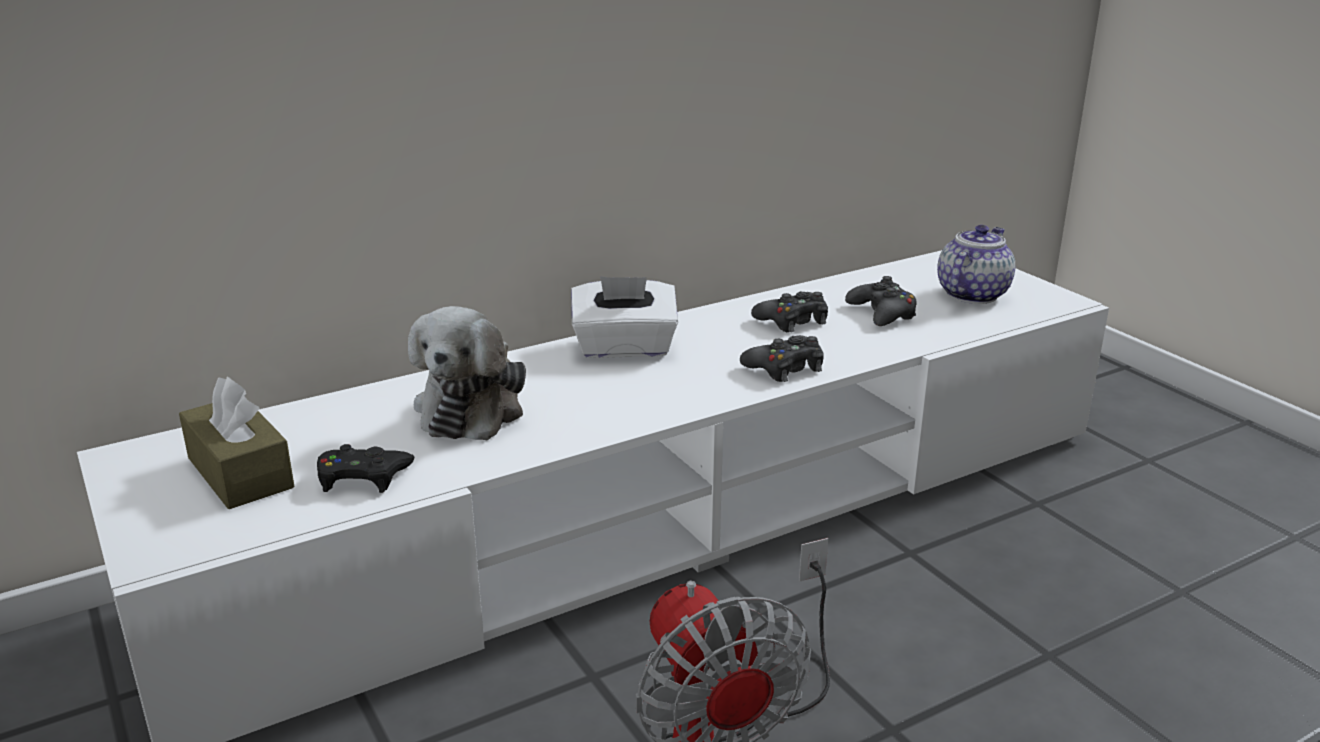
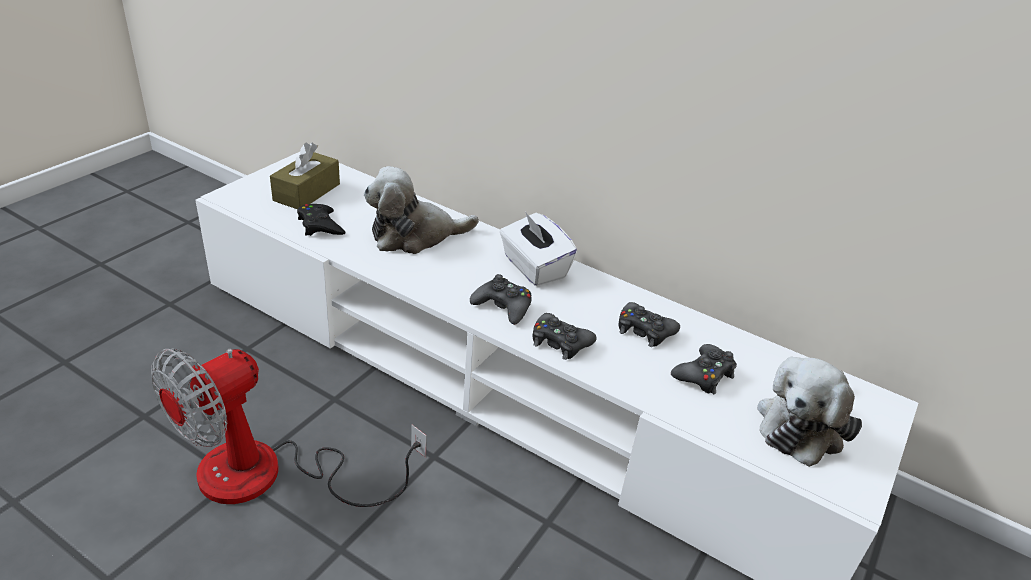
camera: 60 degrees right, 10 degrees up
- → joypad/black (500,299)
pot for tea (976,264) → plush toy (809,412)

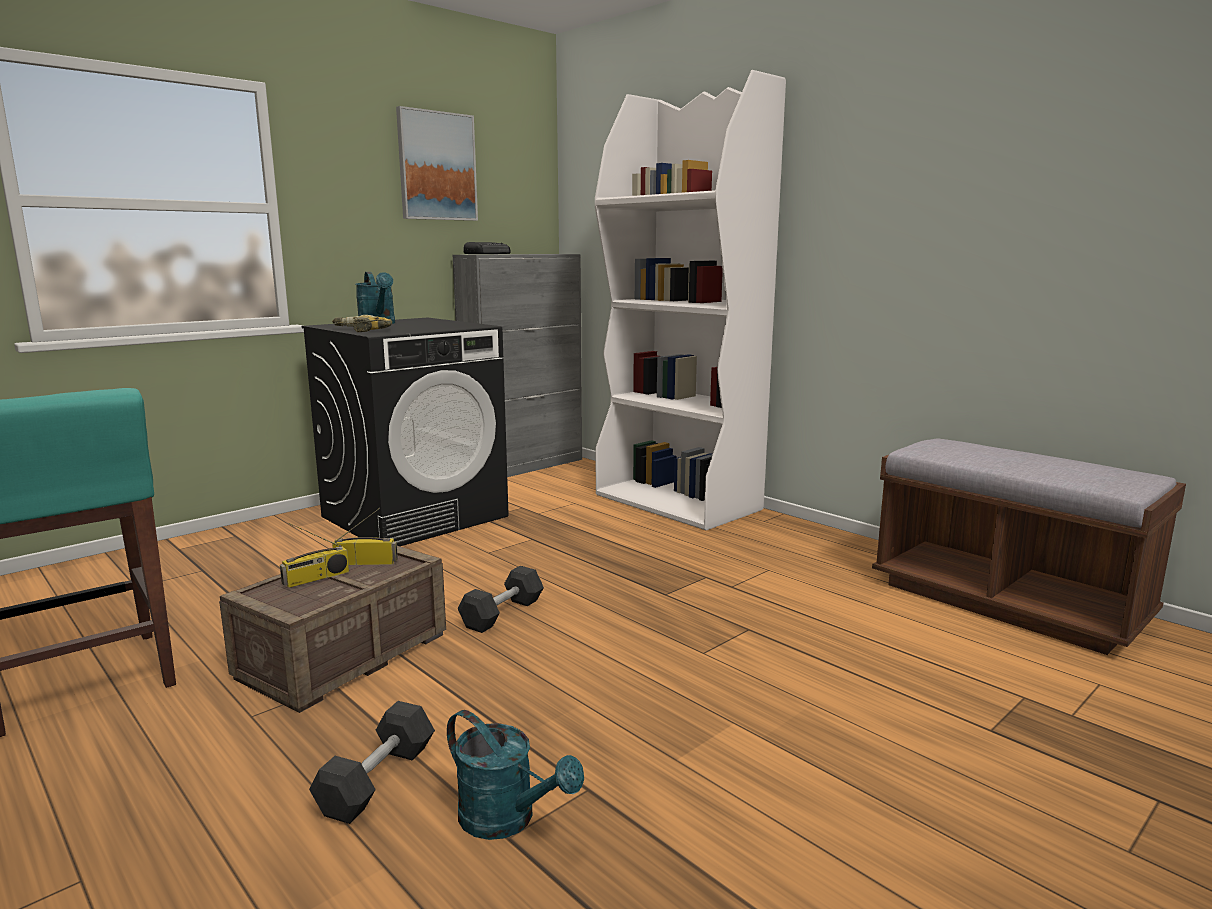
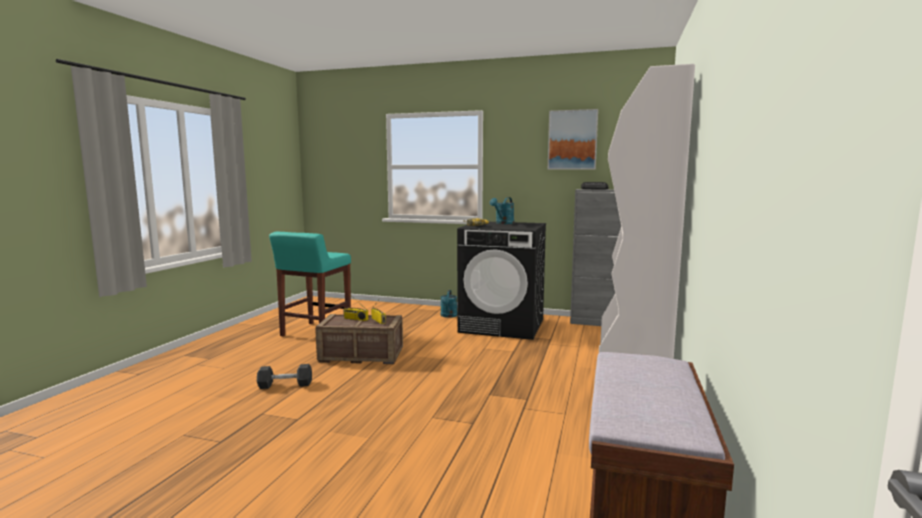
camera: 60 degrees right, 5 degrees down
sprinkling can/turquoise-coloured (515,775) → sprinkling can/turquoise-coloured (448,304), shifted
dumbbell/gray (501,599) → -

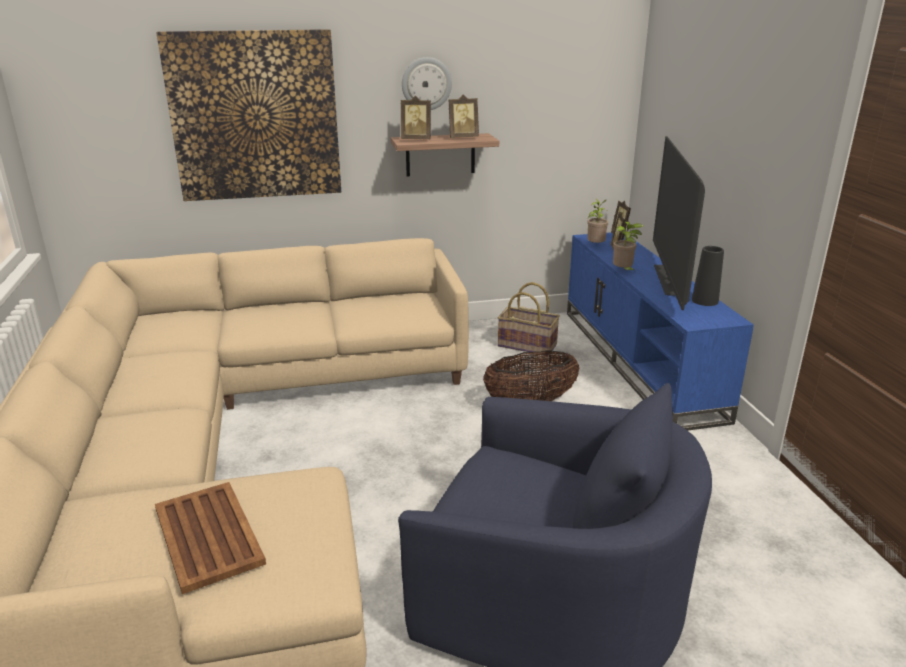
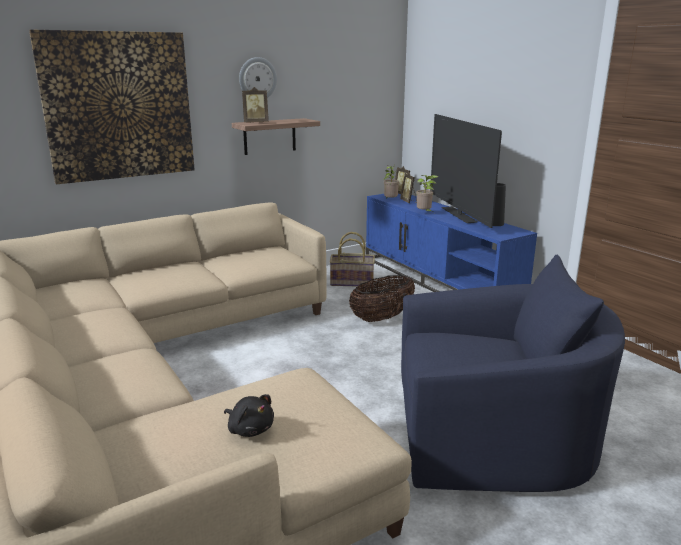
camera: 20 degrees left, 5 degrees down
tray/brown (210,538) → plush toy/black (249,415)
standing frame (464,116) → -

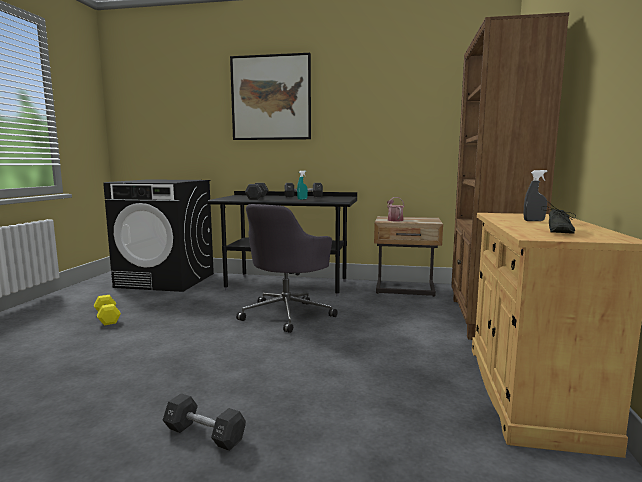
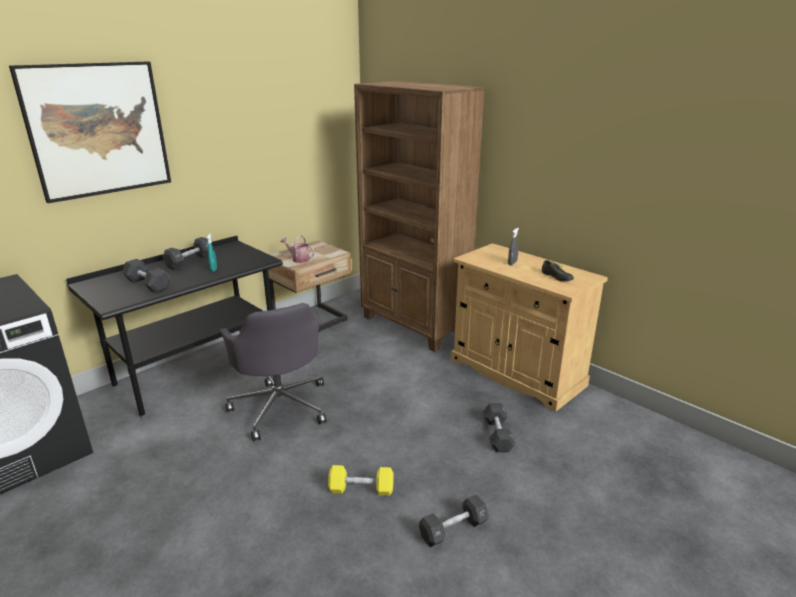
camera: 55 degrees left, 15 degrees up
dumbbell/yellow (107,310) → dumbbell/yellow (361,480), shifted
- → dumbbell/black (499,427)

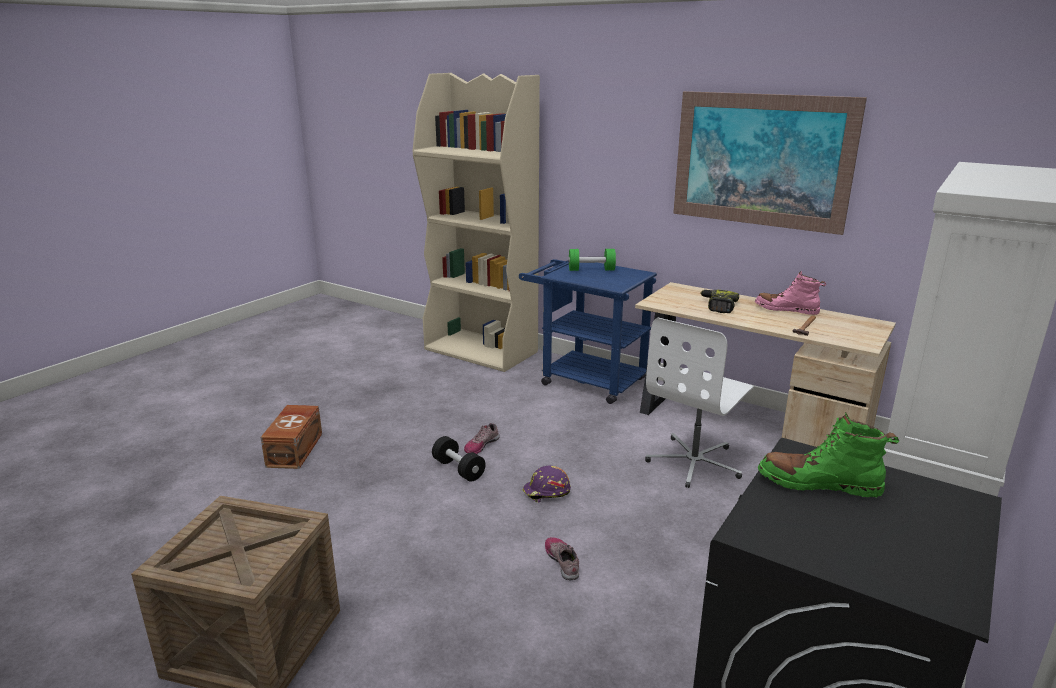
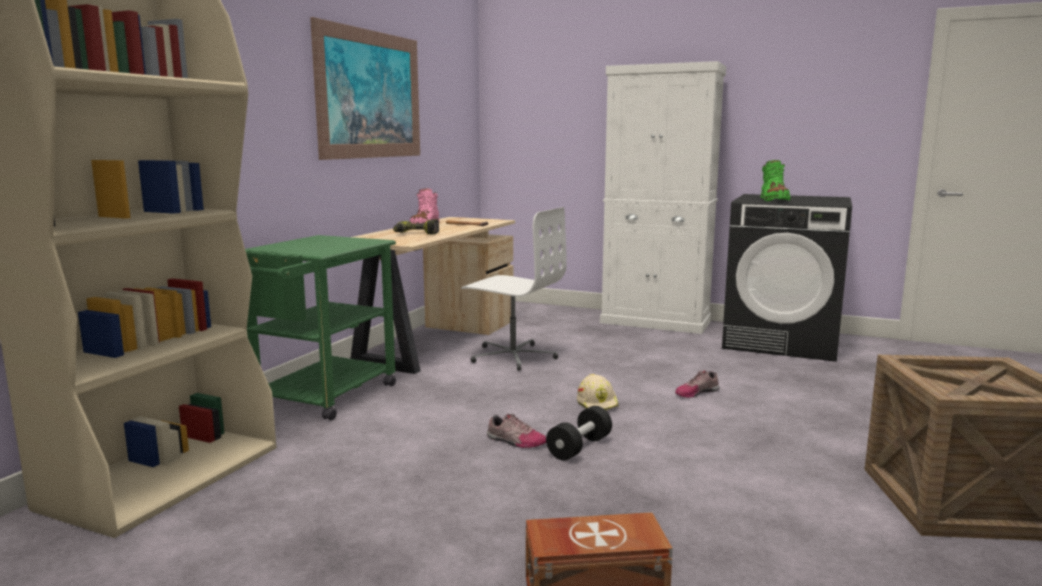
camera: 100 degrees left, 10 degrees down
cart/bluish (588,331) → cart/green-coloured (320,327)
hard hat/purple (547,484) → hard hat/sand-coloured (598,392)
dumbbell/green-coloured (592,260) → -

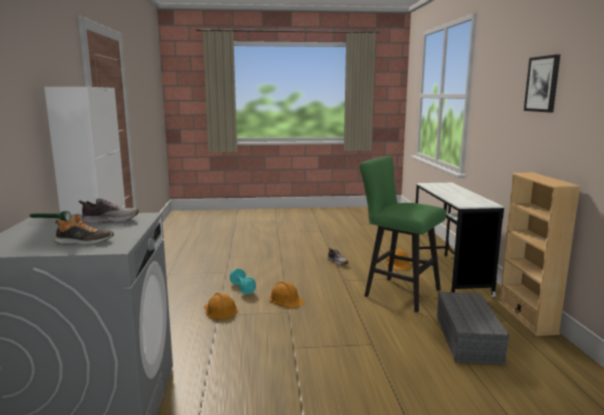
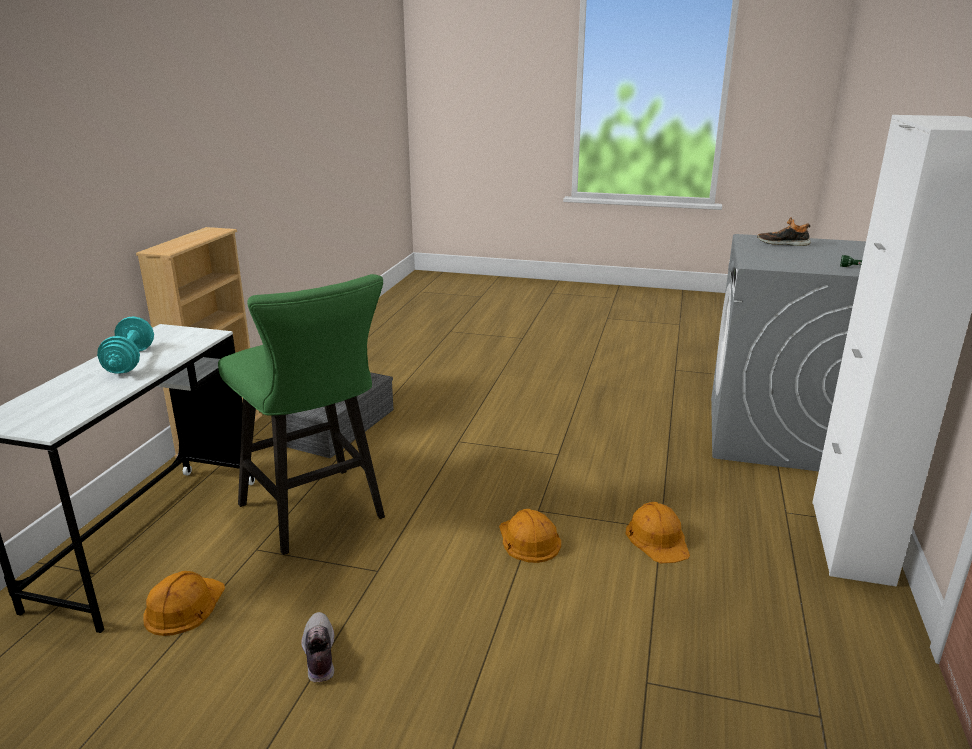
camera: 160 degrees left, 10 degrees up
dumbbell/turquoise-coloured (243,281) → dumbbell/turquoise-coloured (125,345), shifted
shoe (109,210) → -
wall picture (542,83) → -

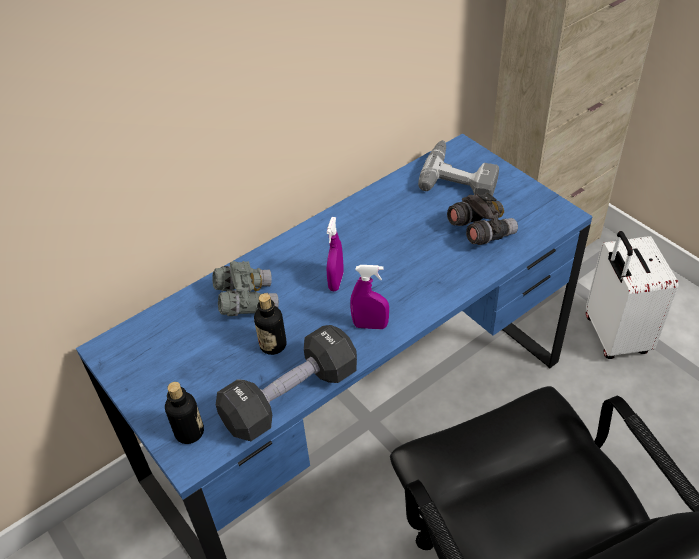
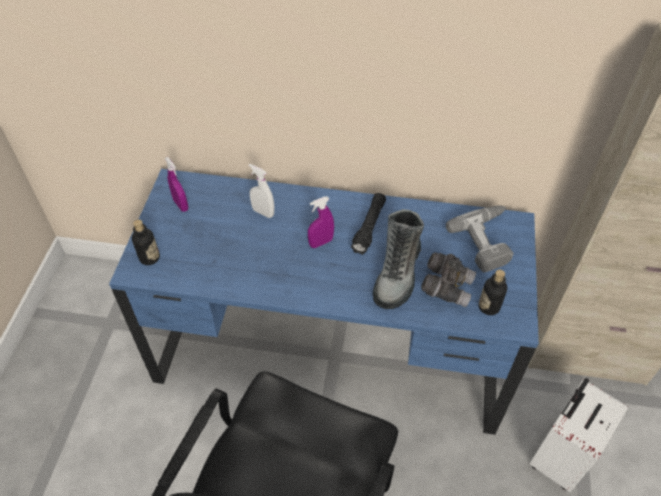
camera: 45 degrees right, 5 degrees up
hand sprayer/purple (369,297) → hand sprayer/purple (176,184), shifted
binoculars/gray (245,288) → hand sprayer/white-coloured (261,191)
- → flashlight/black (368,224)
- → high-top boot (398,259)
bottle (270,324) → bottle (493,292), shifted
dumbbell/black (286,383) → -

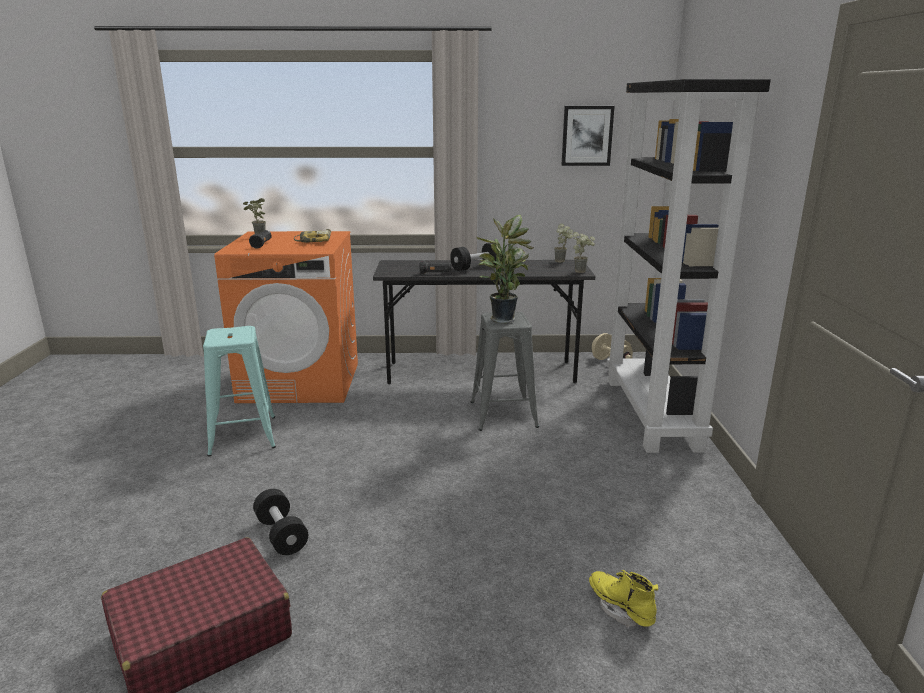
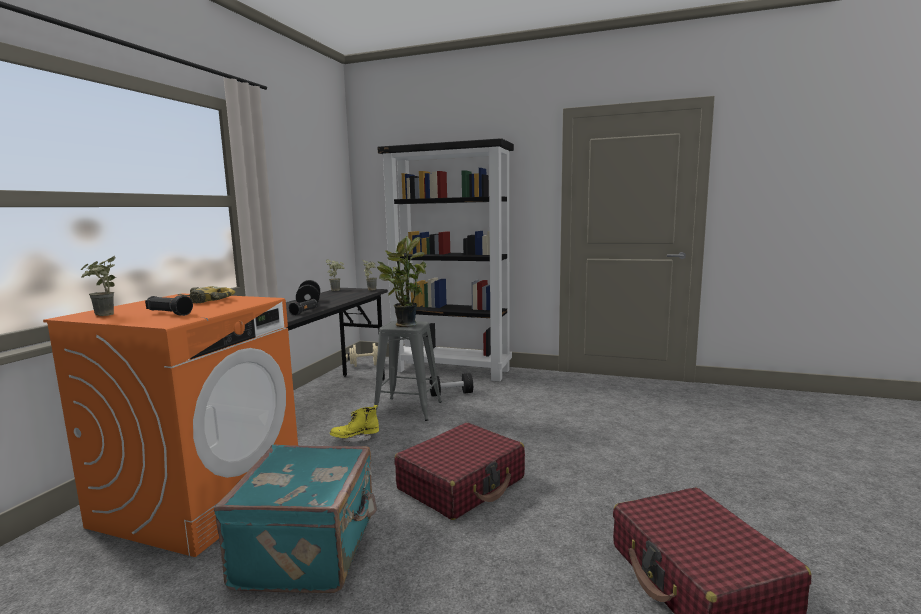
camera: 70 degrees left, 10 degrees down
sitting stool/turquoise-coloured (239,391) → travel case/turquoise-coloured (295,518)
high-top boot/yellow (623,599) → high-top boot/yellow (354,423), shifted
- → travel case/red (460,471)
dumbbell/black (280,522) → dumbbell/black (451,385), shifted
wall picture (588,136) → -

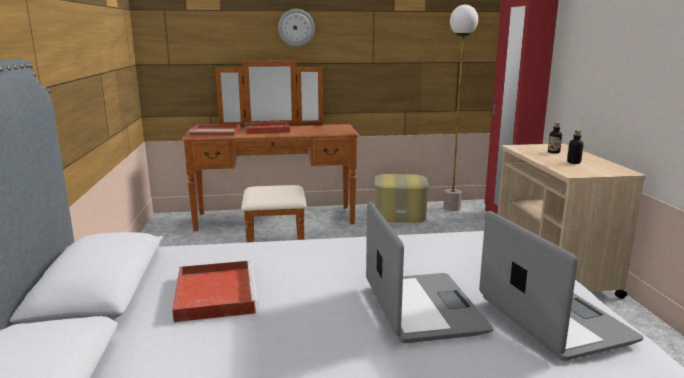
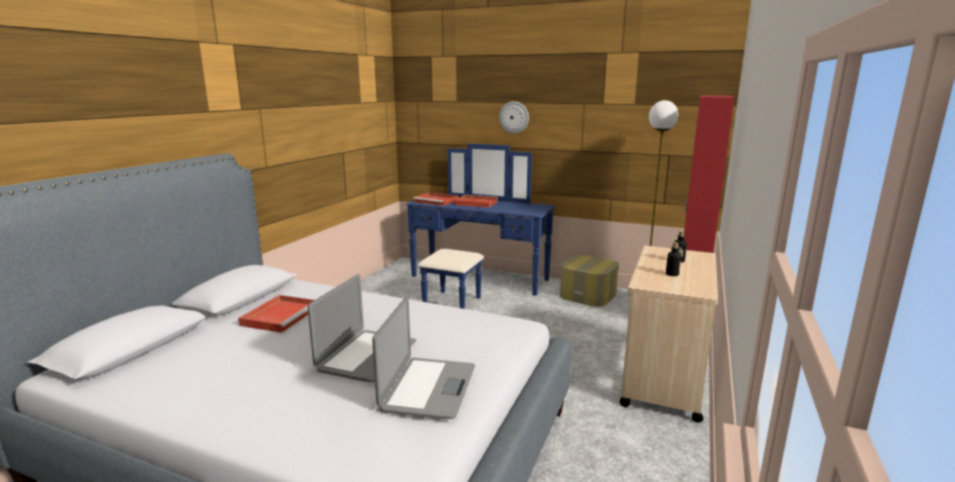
camera: 30 degrees right, 0 degrees up
dresser/brown (270,151) → dresser/bluish (480,226)

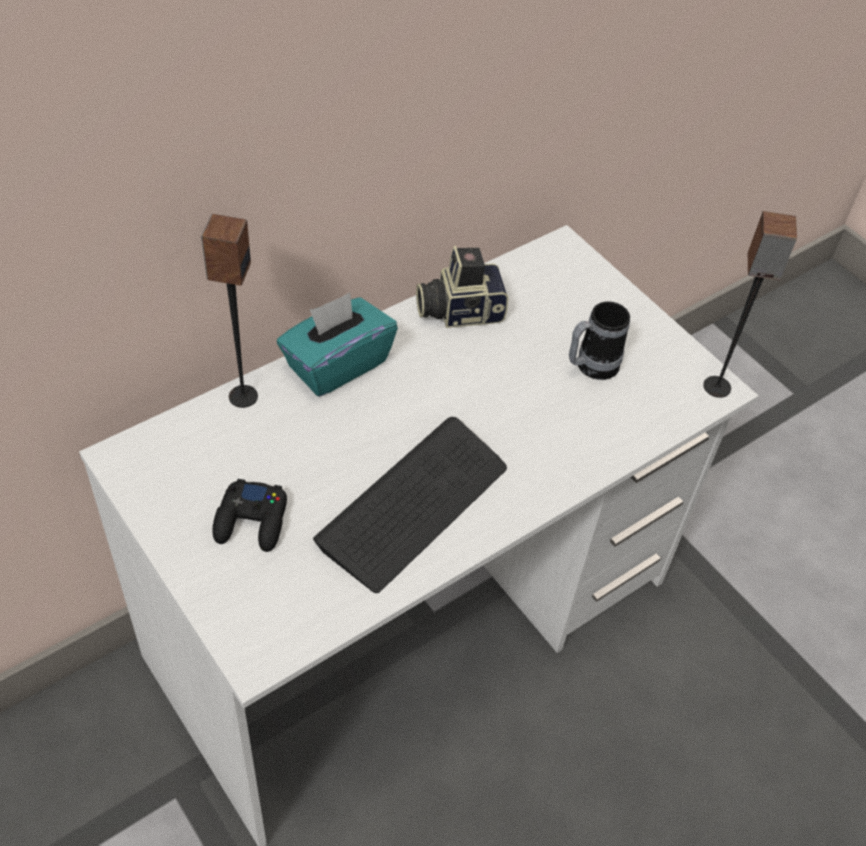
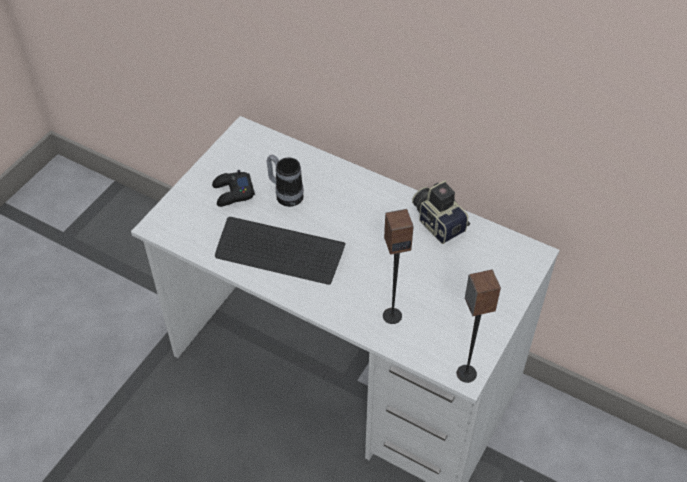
camera: 70 degrees right, 0 degrees up
mug (599,340) → mug (285,181), shifted
loudspeaker (229,311) → loudspeaker (398,266), shifted
tissue holder/turquoise-coloured (337,344) → -

